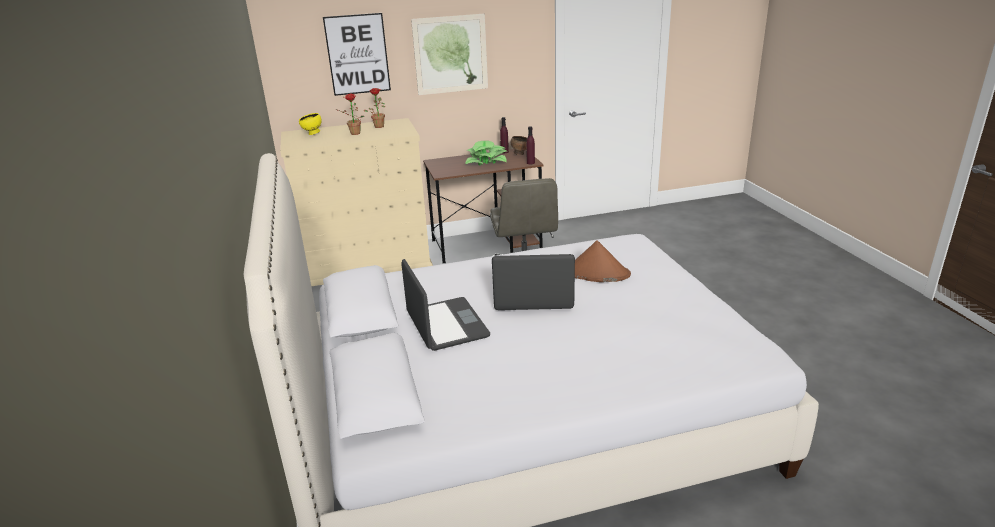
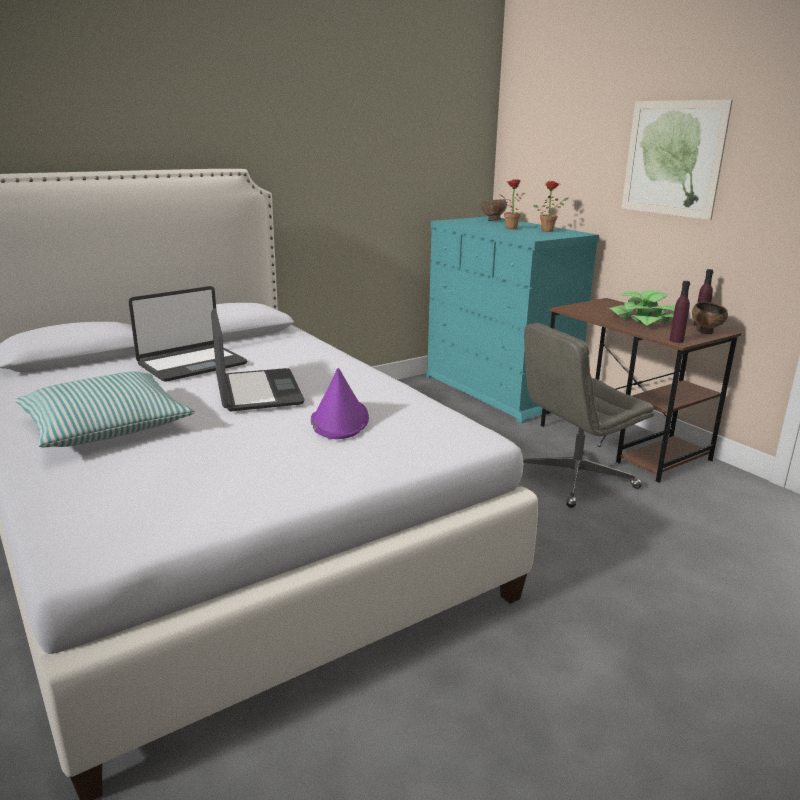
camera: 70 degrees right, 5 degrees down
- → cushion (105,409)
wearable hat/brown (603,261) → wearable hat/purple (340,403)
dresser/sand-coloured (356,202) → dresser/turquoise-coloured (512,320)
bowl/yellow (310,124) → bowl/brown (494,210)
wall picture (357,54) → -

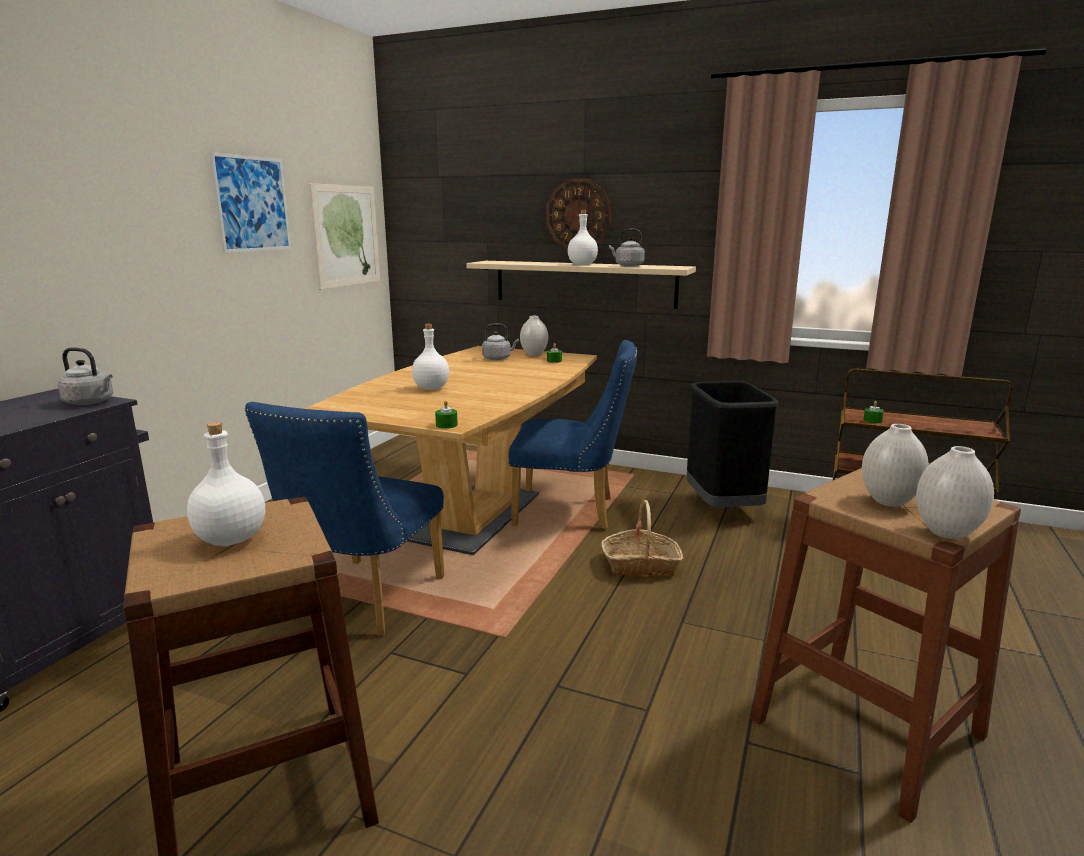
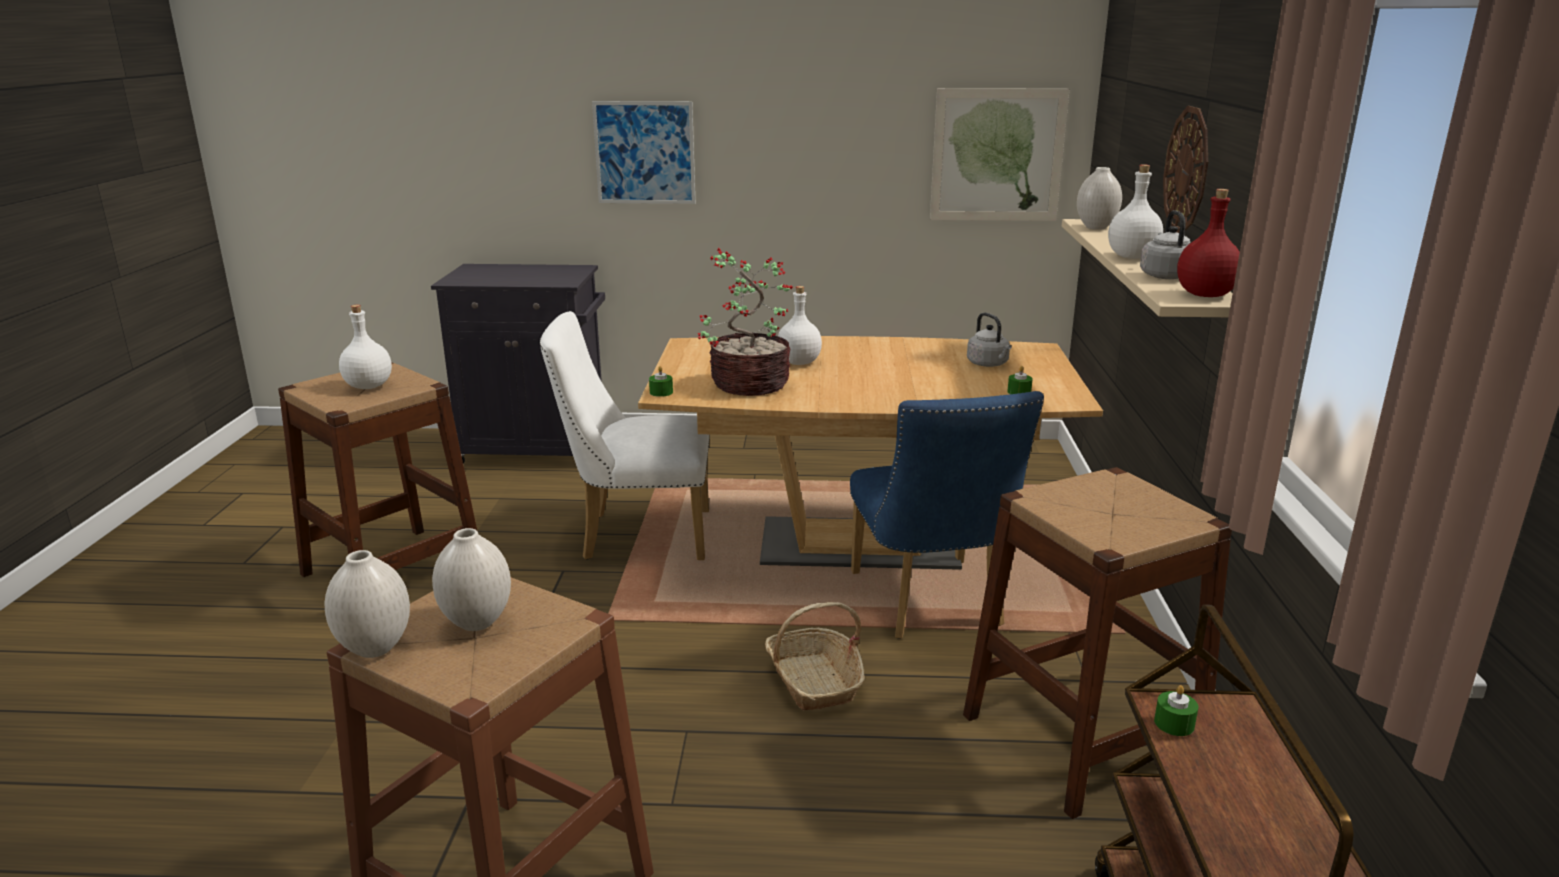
camera: 70 degrees right, 5 degrees up
plain chair/bluish (344,519) → plain chair/white-coloured (624,435)
wall picture (250,202) → wall picture (643,152), shifted
- → potted plant (746,321)
rubbish bin/black (732,444) → sitting stool/brown (1097,643)
vase/white-coloured (534,336) → vase/white-coloured (1099,198), shifted
- → bottle/red (1208,243)
water kettle/gray (85,376) → -

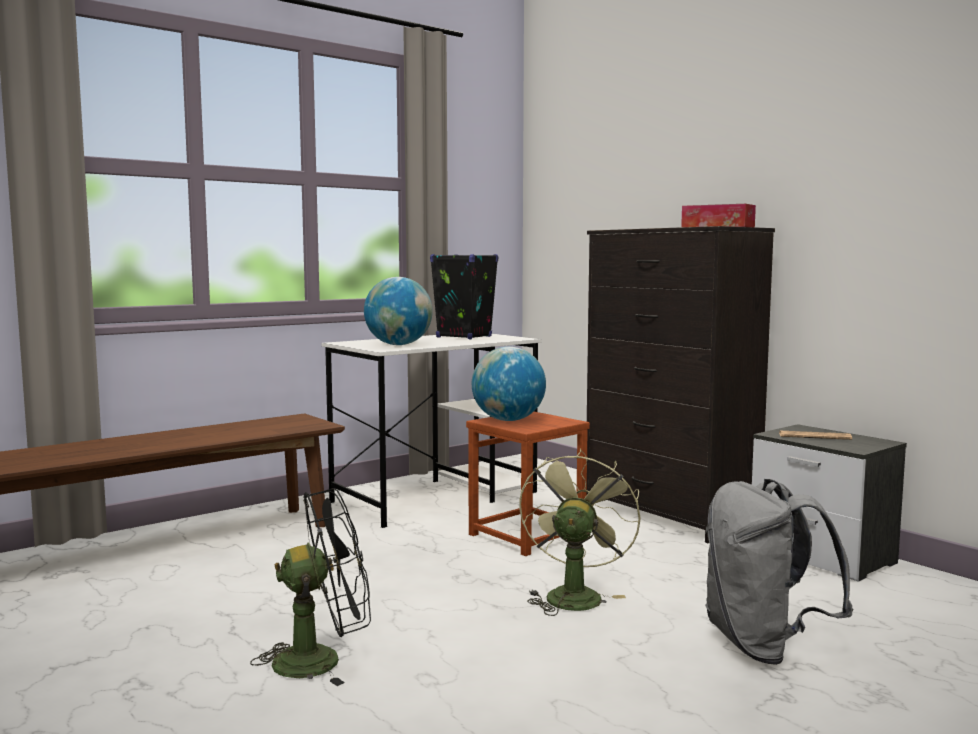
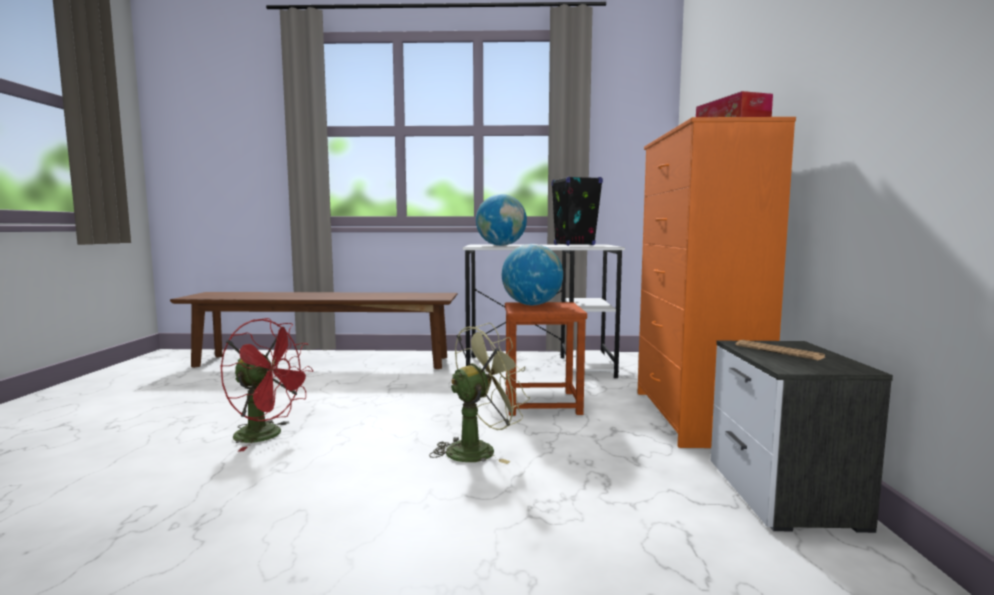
camera: 40 degrees right, 0 degrees up
fan/black (310,587) → fan/red (266,385)
dresser/black (681,384) → dresser/orange-coloured (716,282)
rucksack/gray (779,572) → -

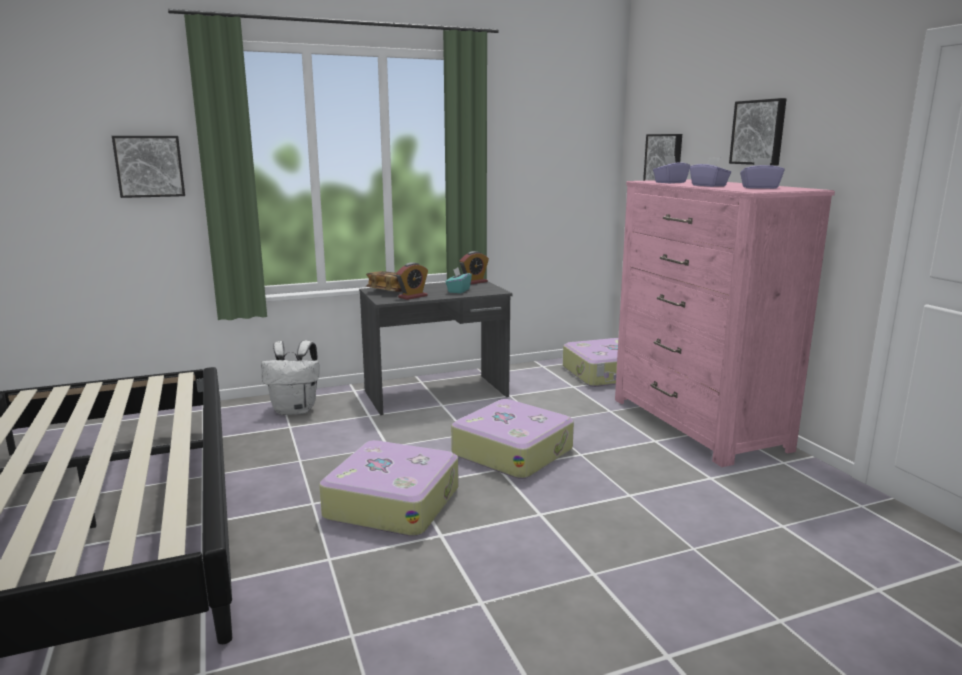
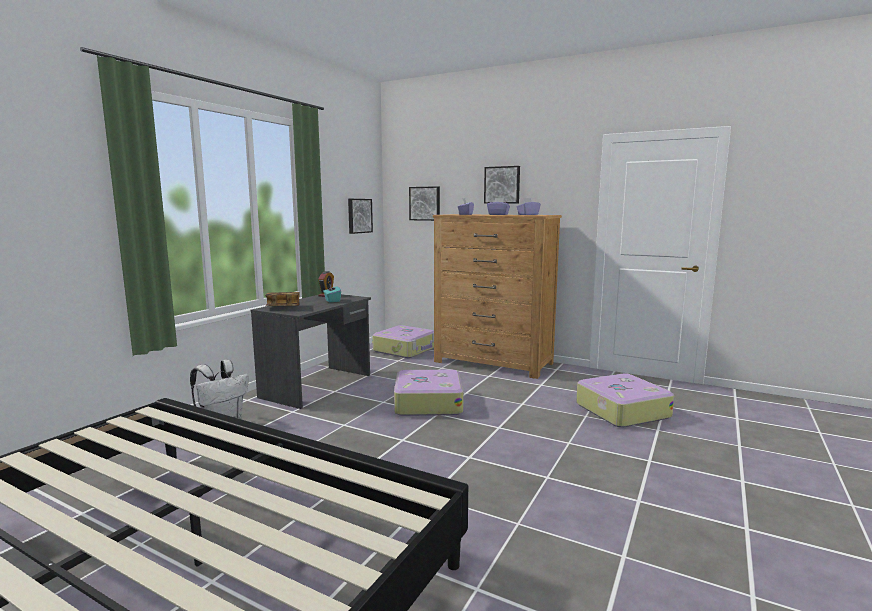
camera: 40 degrees left, 5 degrees down
wall picture (148,167) → wall picture (360,216), shifted
dresser/pink-coloured (725,323) → dresser/brown (497,296)
travel case (388,488) → travel case (625,400), shifted
bedside clock (412,281) → -

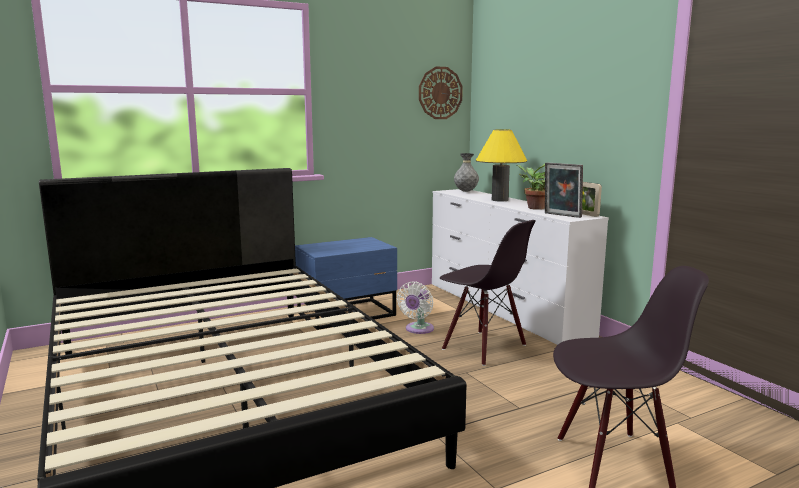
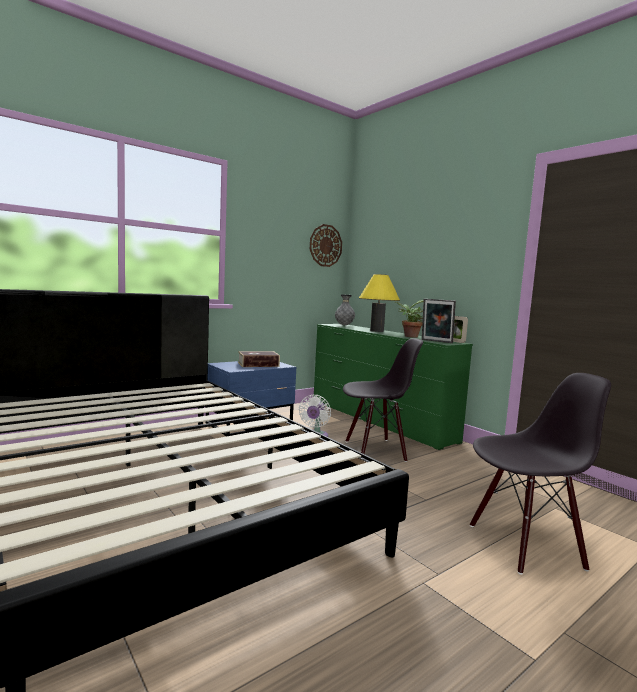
camera: 10 degrees left, 5 degrees down
- → volume (259,359)
dresser/white-coloured (520,267) → dresser/green-coloured (393,387)
plain chair/black (488,293) → plain chair/black (383,400), 45 degrees counterclockwise

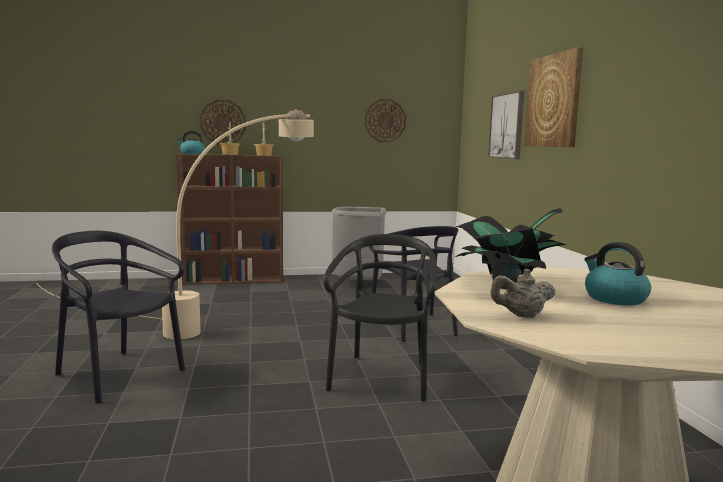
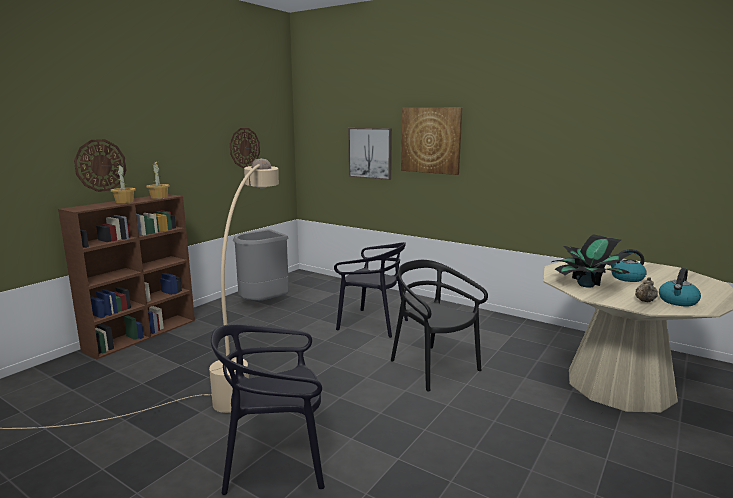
camera: 45 degrees left, 5 degrees up
water kettle (191,142) → water kettle (680,287), shifted

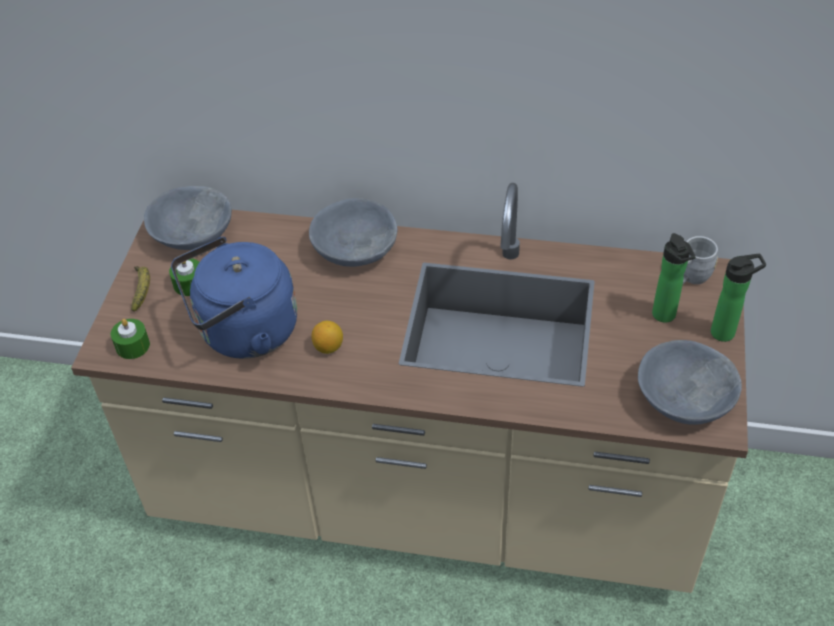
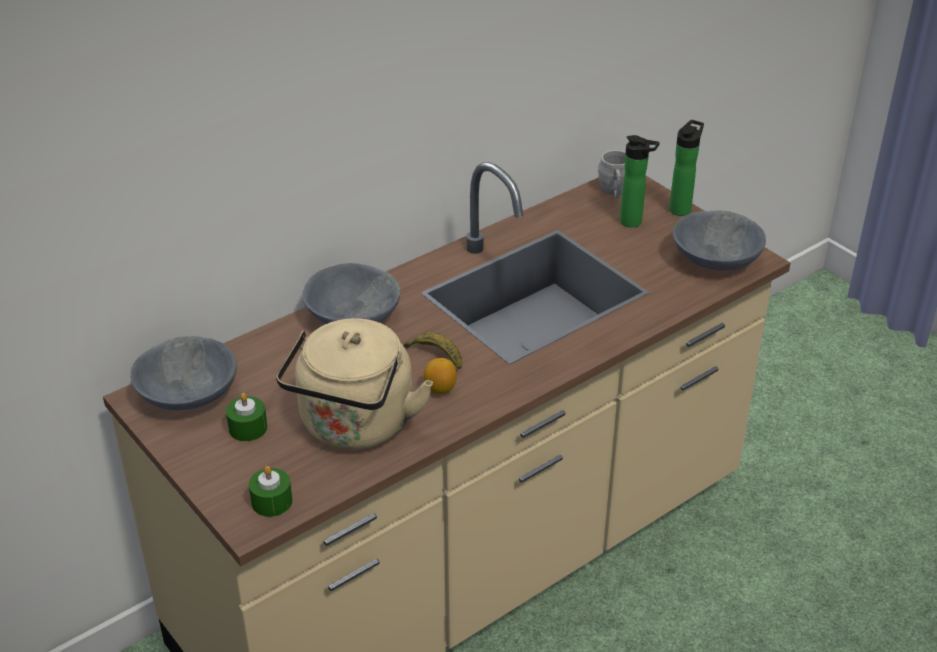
camera: 50 degrees left, 10 degrees down
water kettle/bluish (234,298) → water kettle/sand-coloured (354,384)
banana (140,289) → banana (433,351), shifted

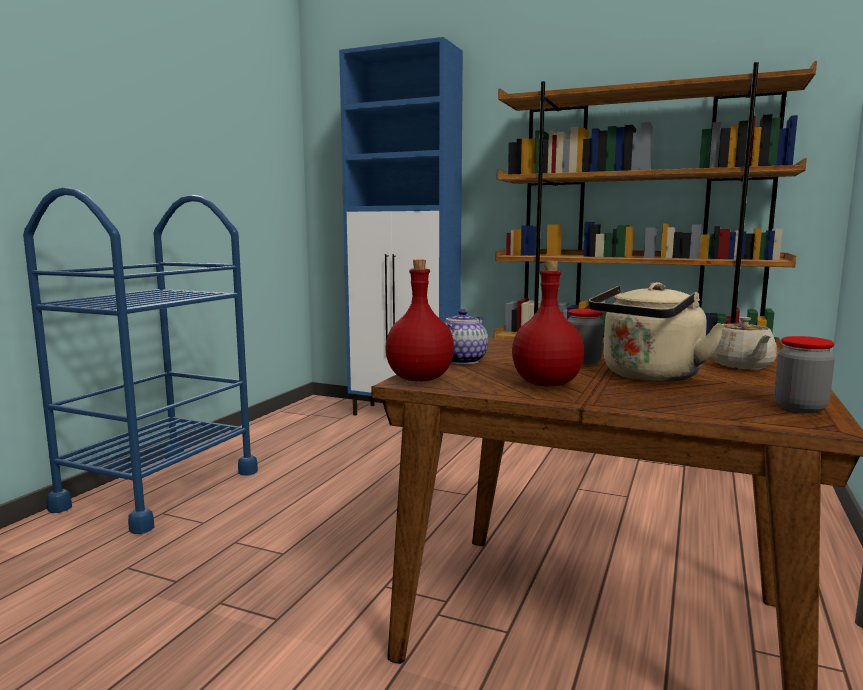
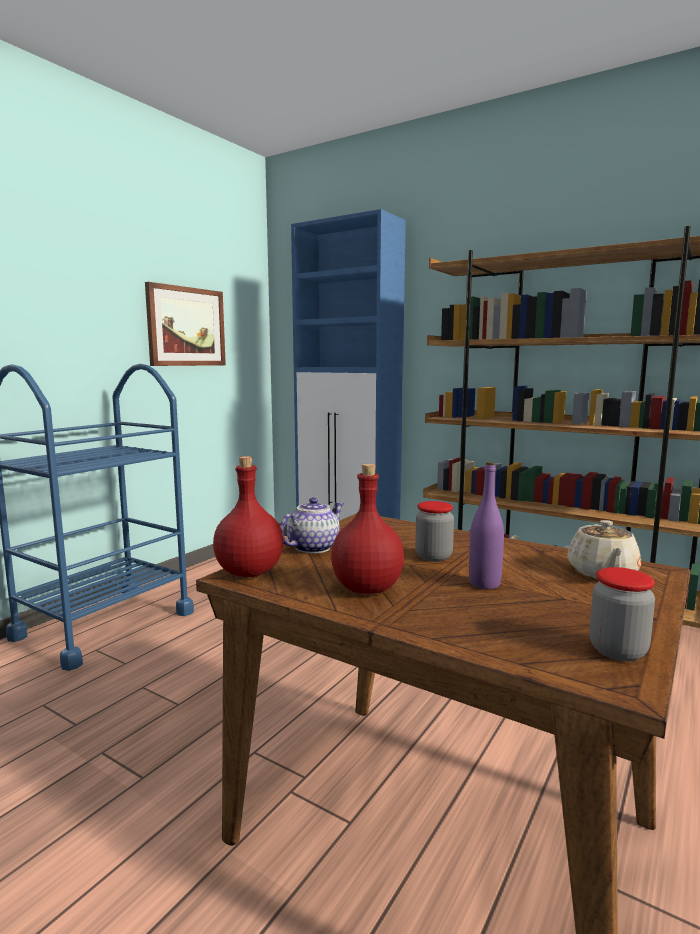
camera: 10 degrees right, 0 degrees up
- → wall picture (185,324)
water kettle/sand-coloured (656,332) → bottle/purple (486,525)

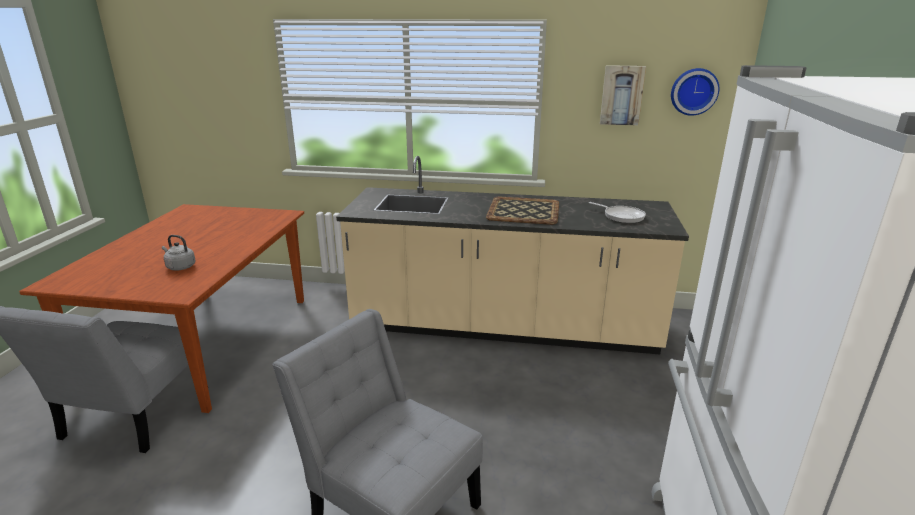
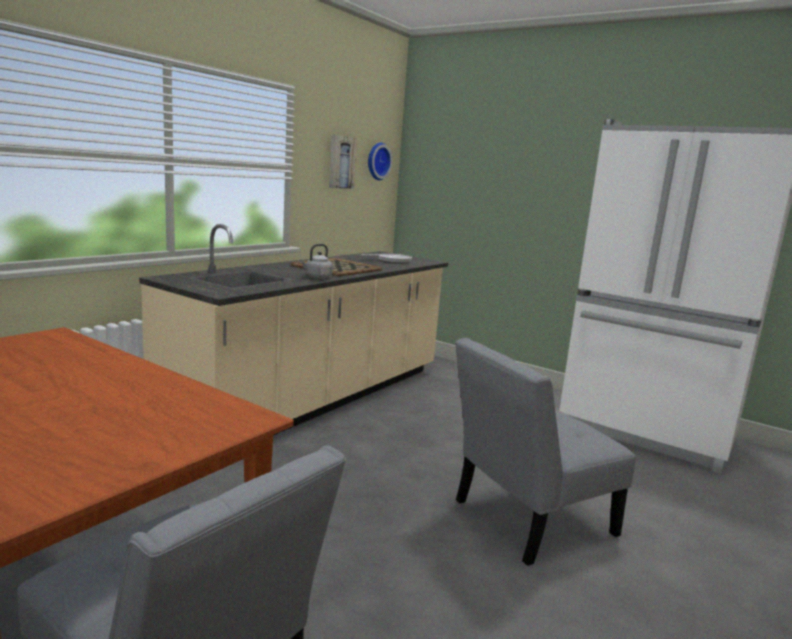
camera: 65 degrees left, 10 degrees down
water kettle/gray (178,253) → water kettle/gray (316,261), shifted

